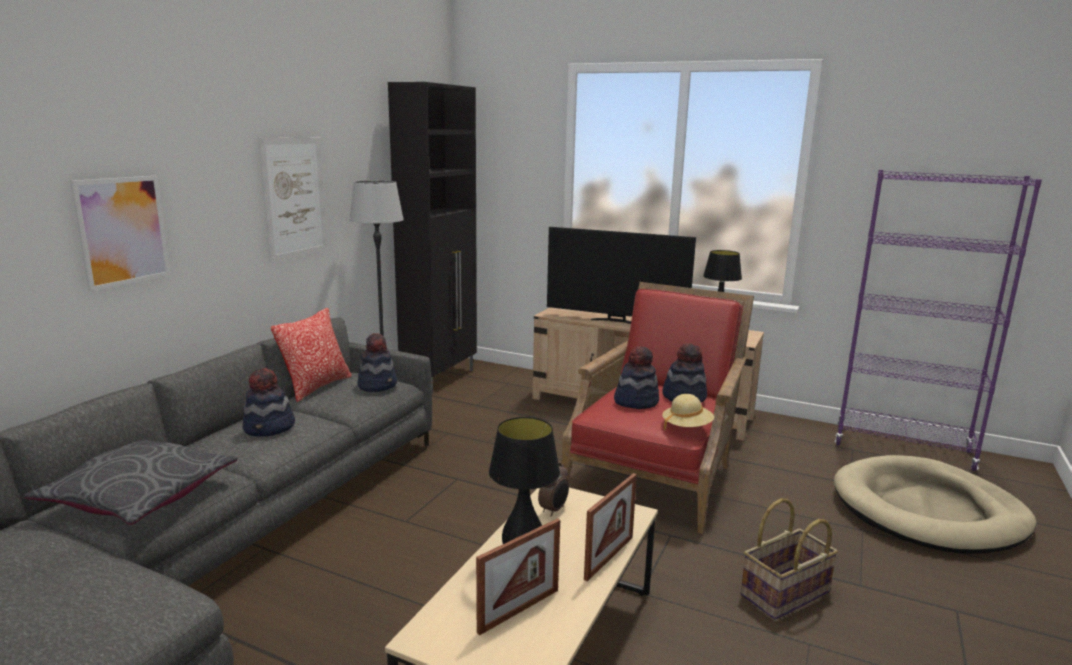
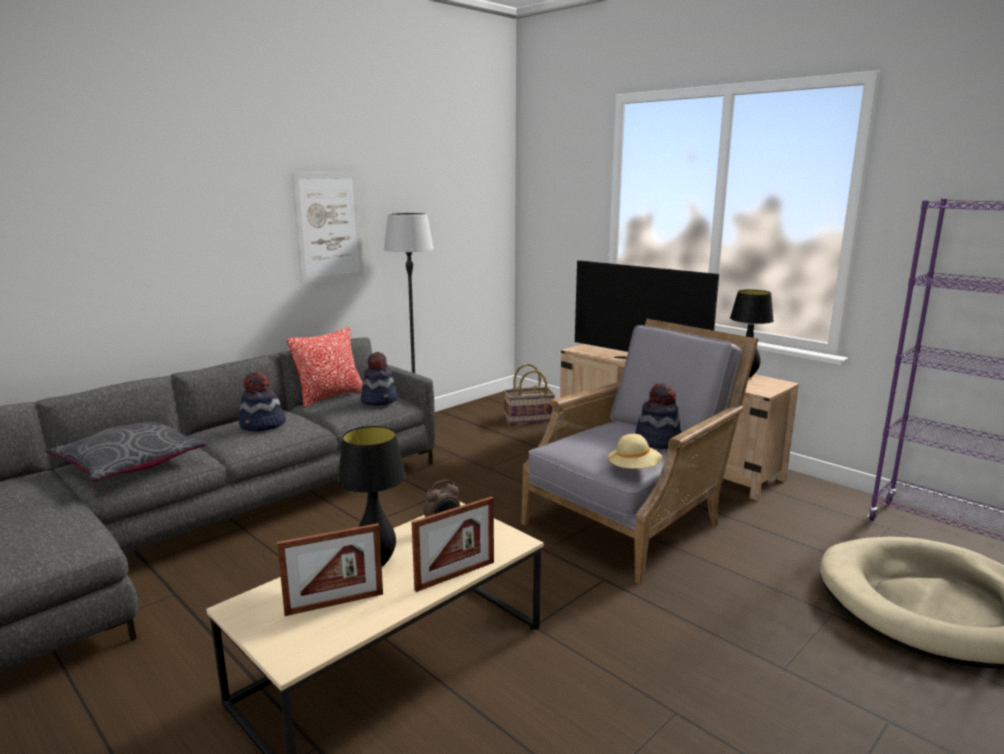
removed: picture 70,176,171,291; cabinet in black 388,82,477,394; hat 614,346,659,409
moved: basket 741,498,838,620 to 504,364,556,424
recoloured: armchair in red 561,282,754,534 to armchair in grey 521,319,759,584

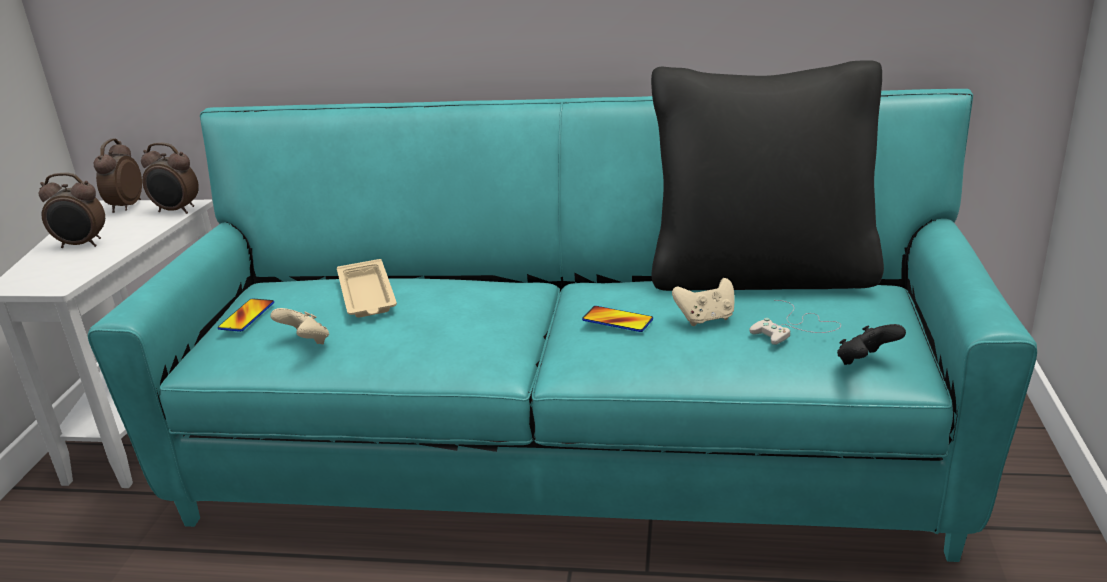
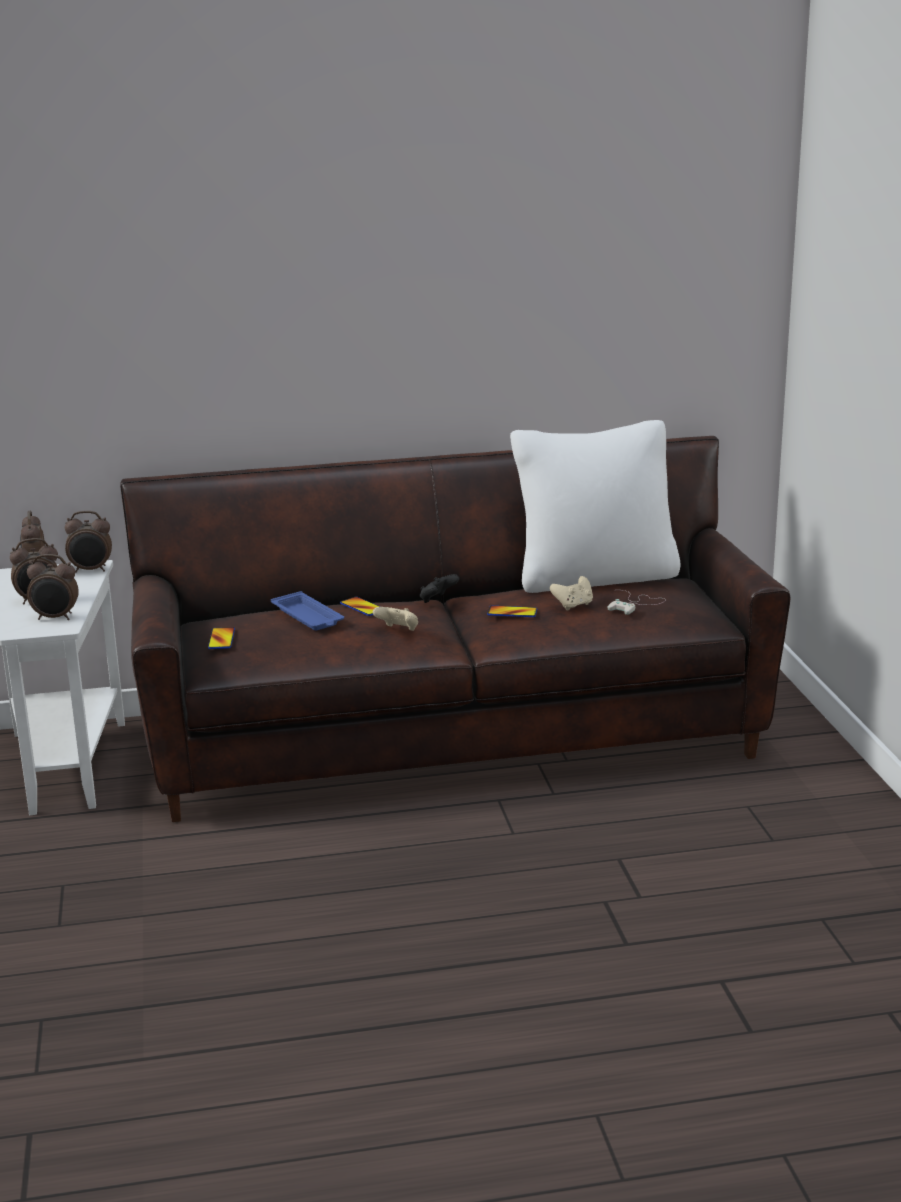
added: alarm clock 27,554,79,620; phone 340,597,380,616
moved: game controller in beige 270,308,329,344 to 373,607,418,631; game controller in black 837,324,906,365 to 420,574,459,603
recoloured: sofa in turquoise 88,89,1037,562 to sofa in brown 120,436,790,822; tray in beige 337,259,397,318 to tray in blue 271,591,344,630; pillow in black 651,60,884,291 to pillow in white 510,420,681,593

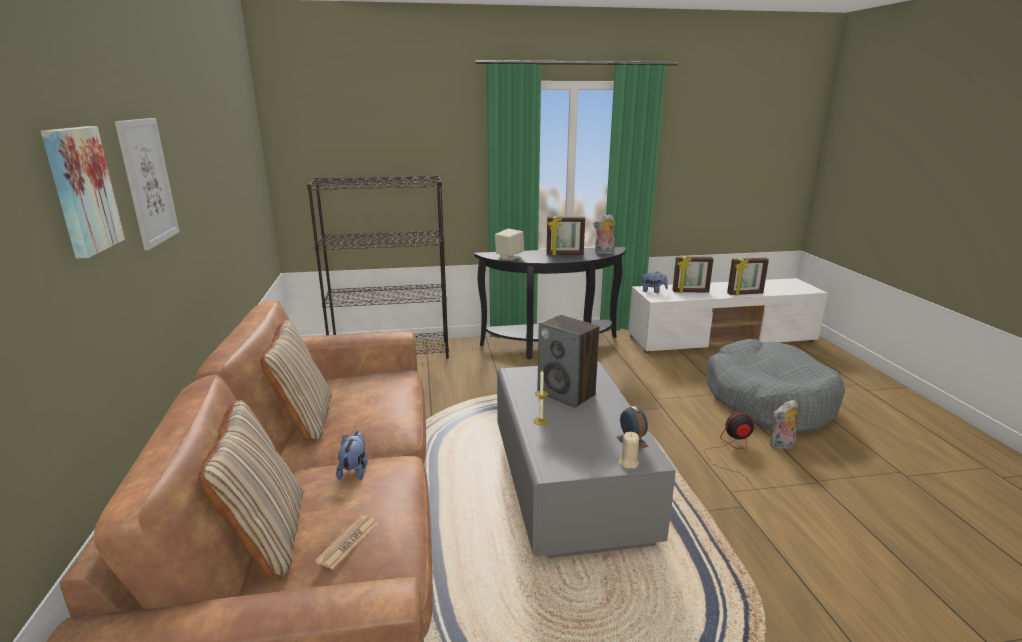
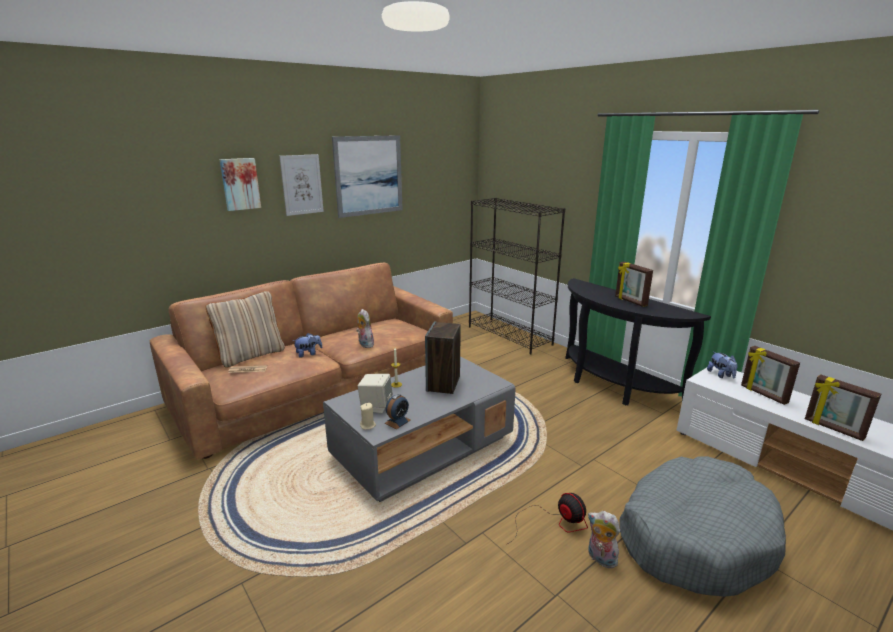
removed: pillow in beige 260,320,332,442
added: picture 332,135,402,218
moved: speaker in beige 495,229,524,260 to 358,374,393,413; plush toy 593,214,615,254 to 356,309,374,348

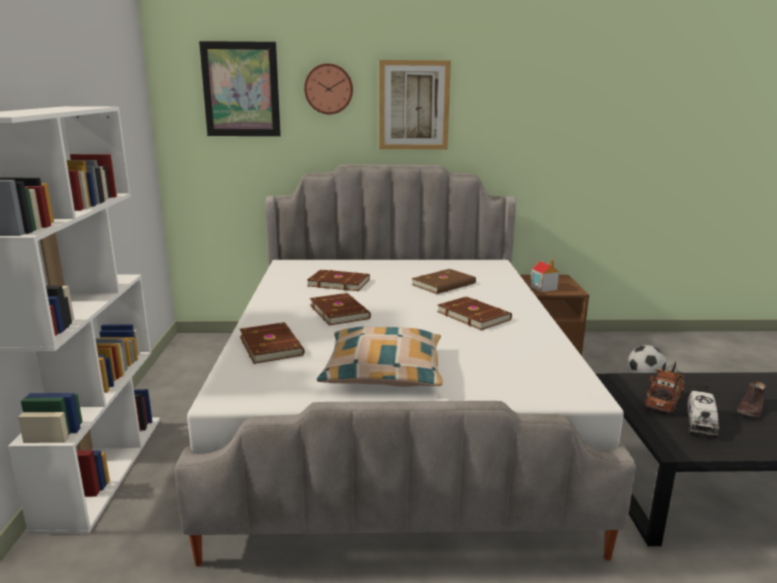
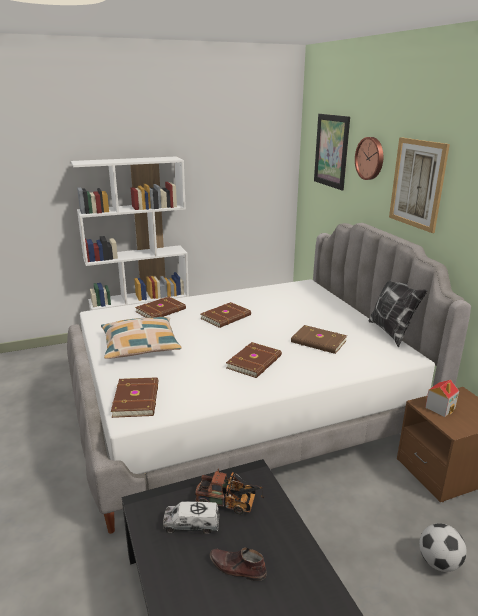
added: pillow 368,279,427,347
moved: book in brown 307,270,370,291 to 111,377,158,418

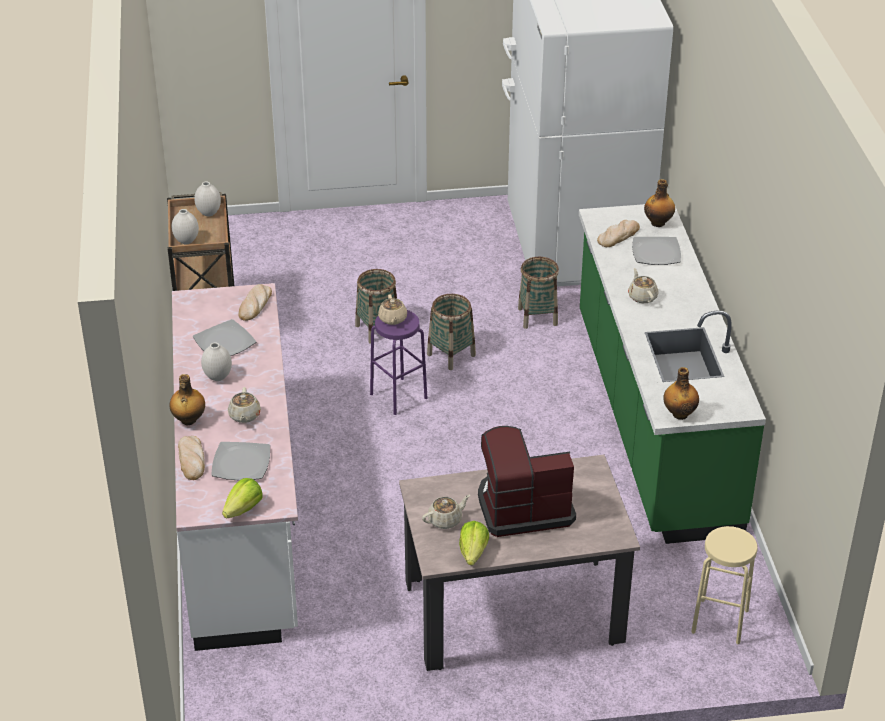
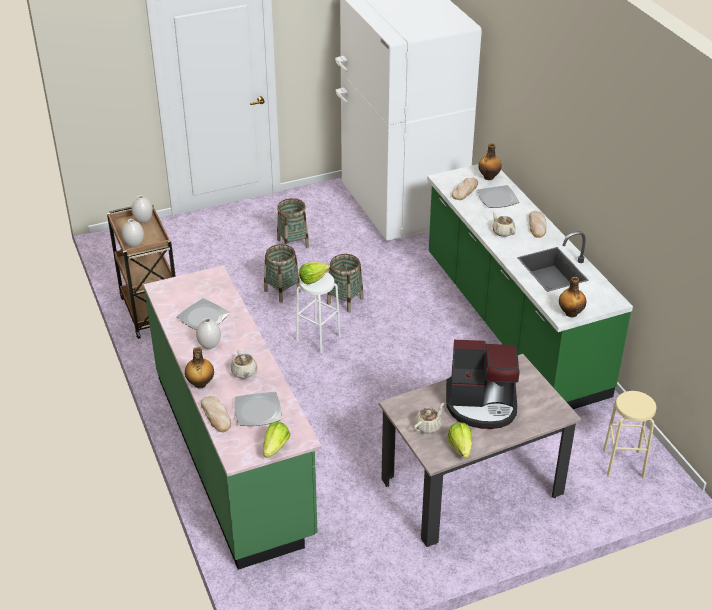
moved: bread 239,284,272,321 to 529,211,546,238; basket 518,257,559,329 to 277,198,309,248
replaced: teapot in beige 378,294,407,325 to lettuce 299,262,329,284
recoloured: counter in white 172,283,298,651 to counter in green 144,265,321,570; stool in purple 370,310,427,415 to stool in white 296,272,341,353
turned: coffee machine 478,426,576,537 = 446,340,519,429 150 degrees counterclockwise

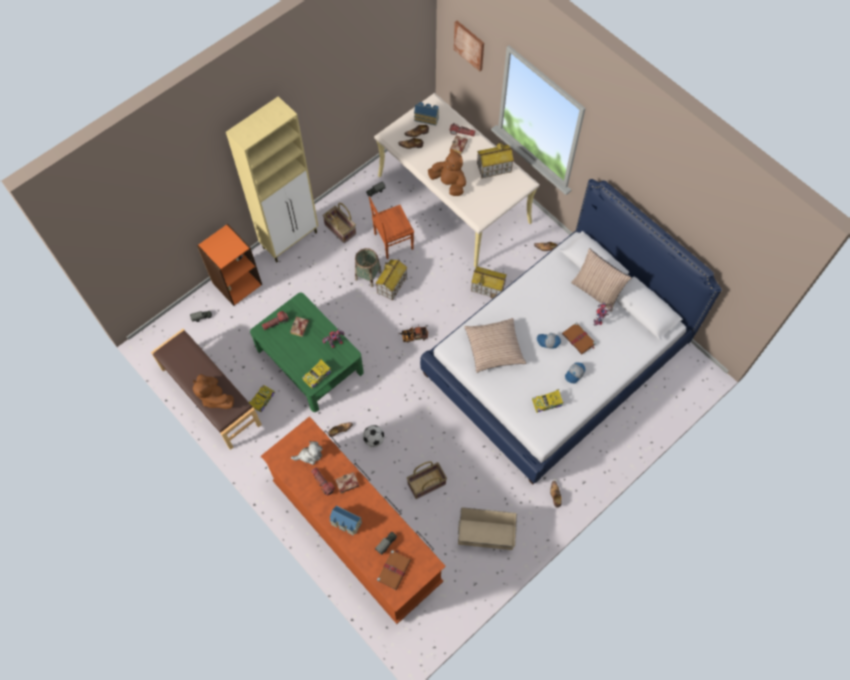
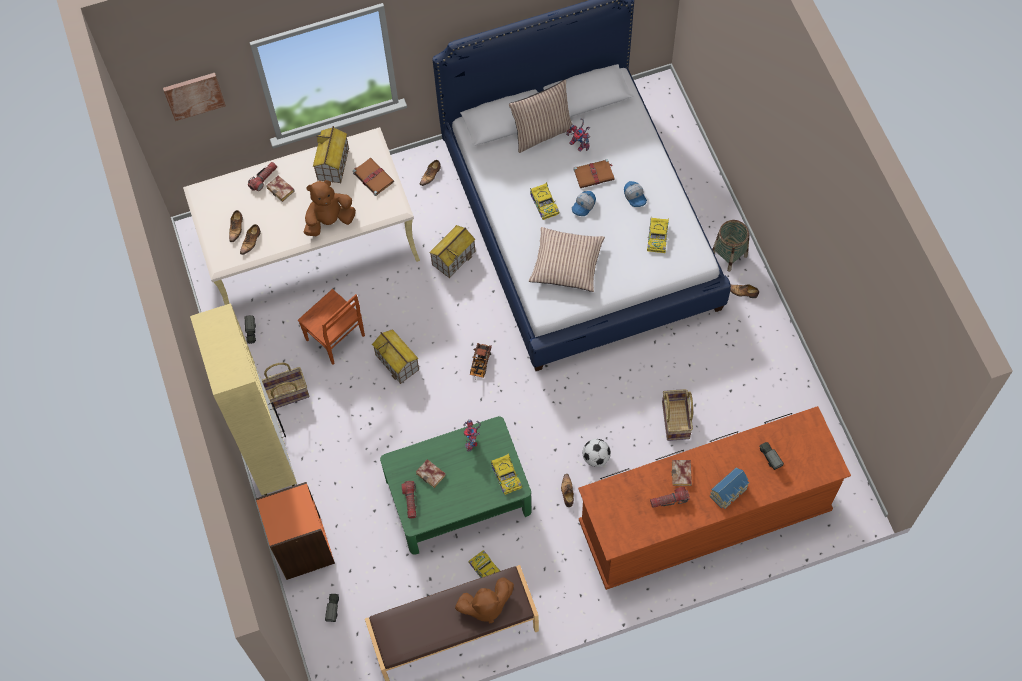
removed: plush toy 291,441,322,465; toy house 414,102,439,125; storage box in beige 458,507,517,550
added: toy car 530,182,559,220
moved: basket 355,248,382,287 to 712,220,749,272; book in brown 377,550,411,590 to 353,158,394,196
turned: chair in brown 369,196,414,259 = 298,289,365,365 45 degrees counterclockwise

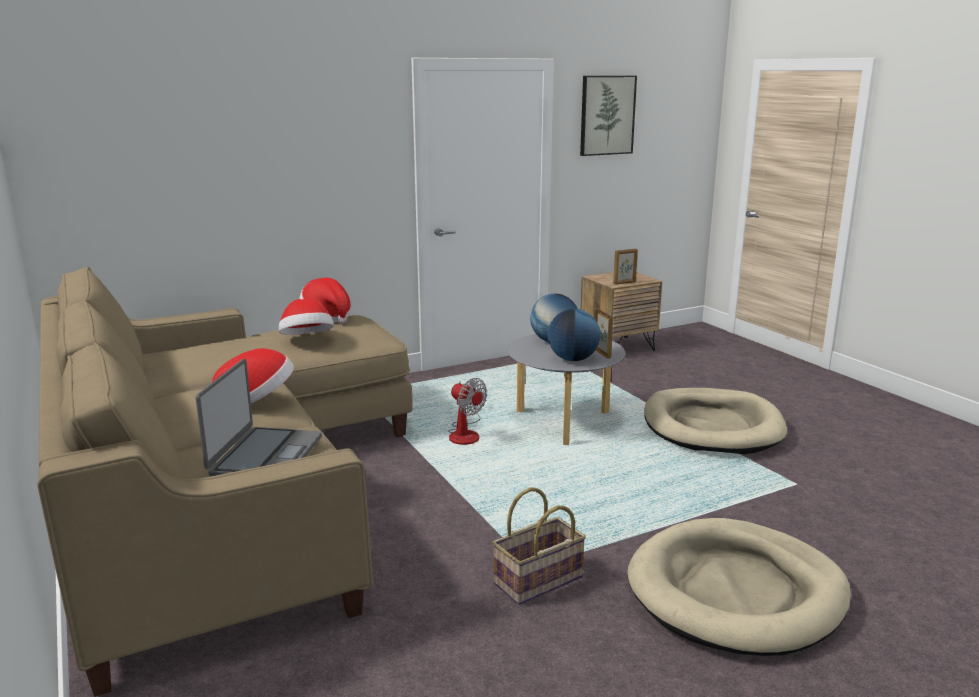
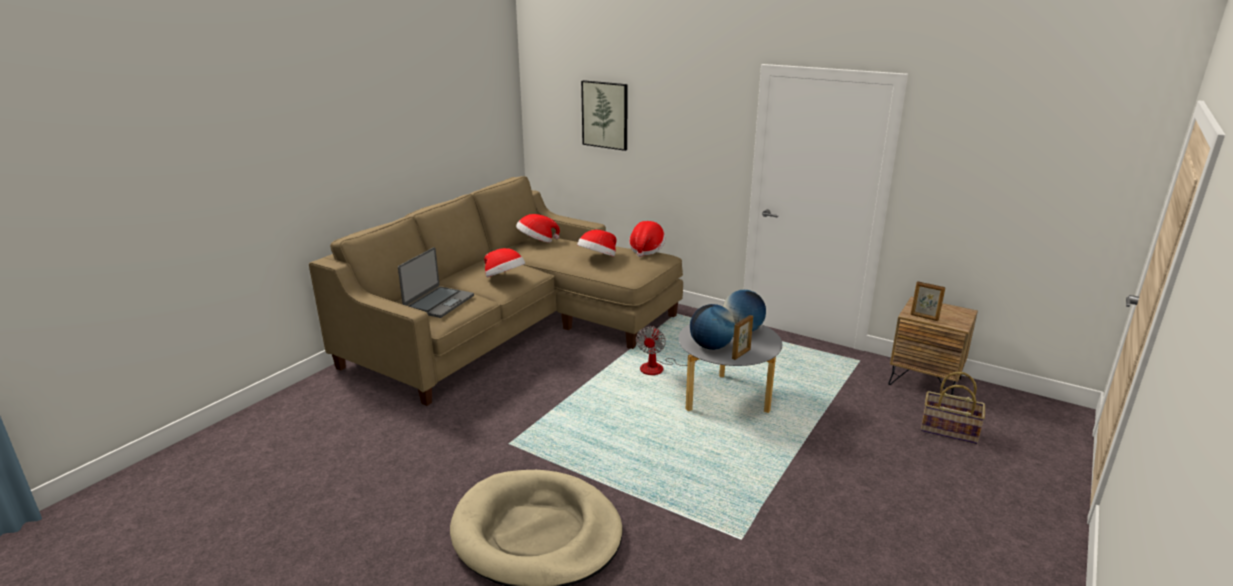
removed: dog bed in beige 644,388,787,454
added: hat 516,214,560,242
moved: basket 492,488,586,605 to 921,372,985,444; picture 580,76,637,156 to 581,80,628,151
turned: laptop 196,359,322,476 = 398,247,474,318 45 degrees counterclockwise

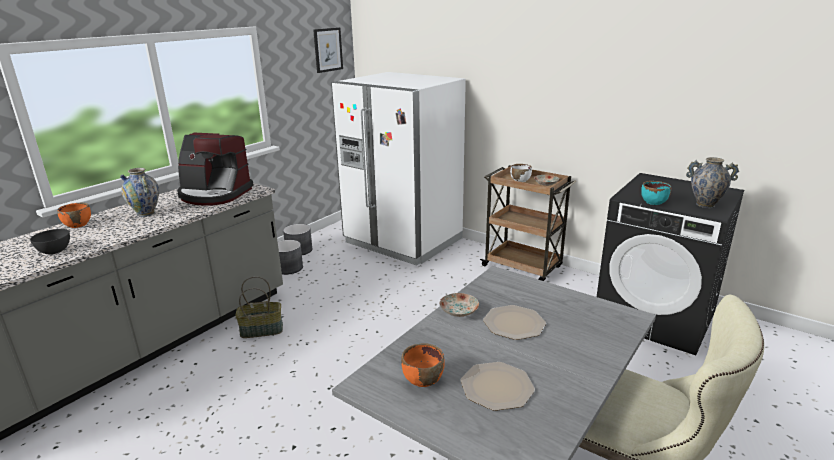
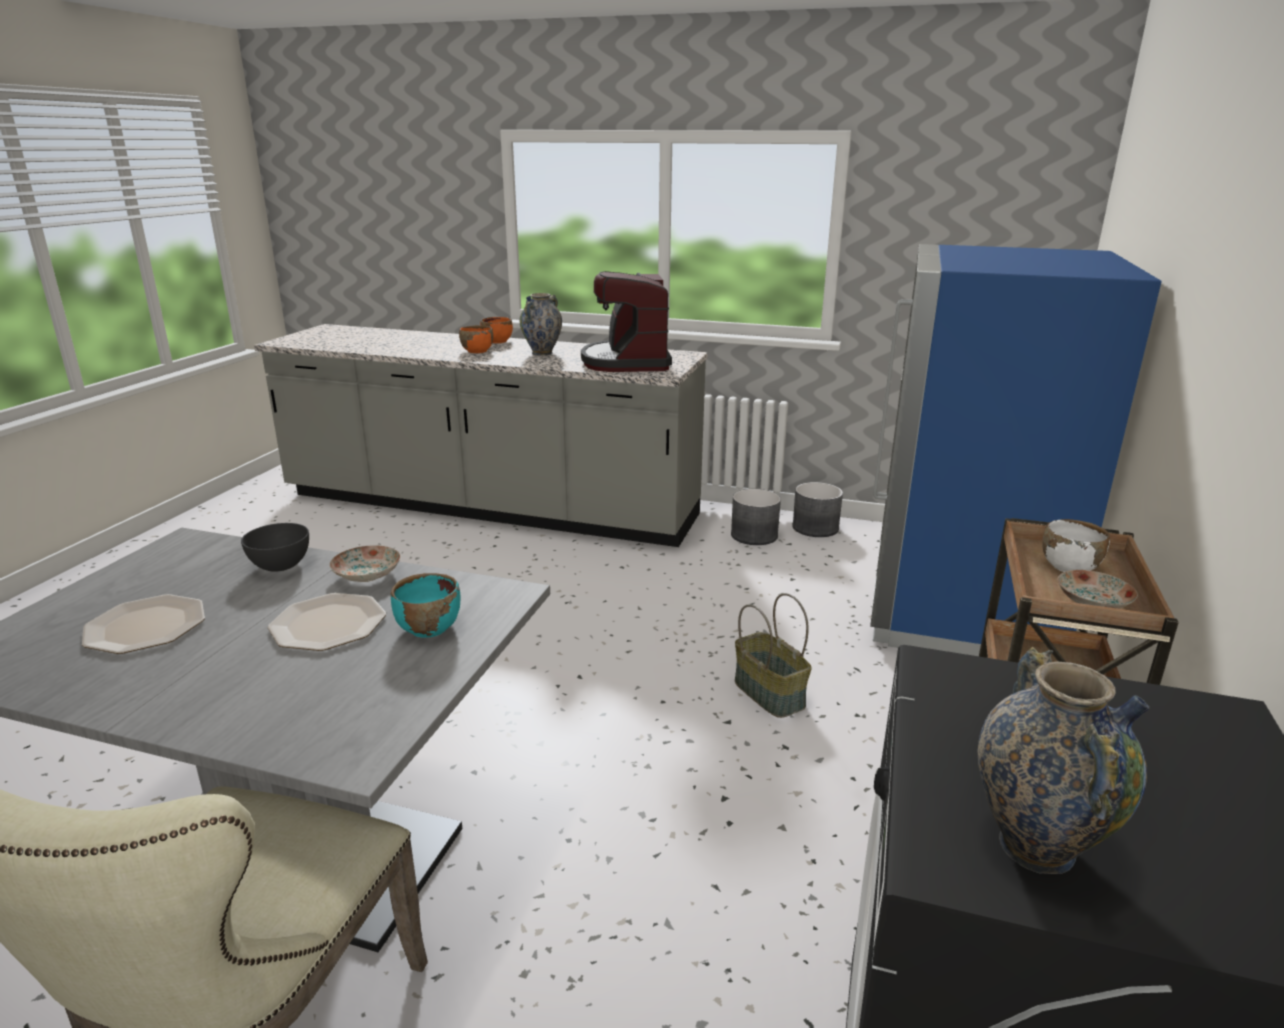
removed: picture 313,27,343,73
moved: bowl in grey 30,229,70,254 to 241,523,309,572; basket 235,276,283,338 to 735,593,812,718; bowl in orange 401,344,445,387 to 459,325,493,353; bowl in turquoise 641,181,671,205 to 391,573,460,638
recoloured: fridge in white 331,72,466,266 to fridge in blue 870,244,1162,656

